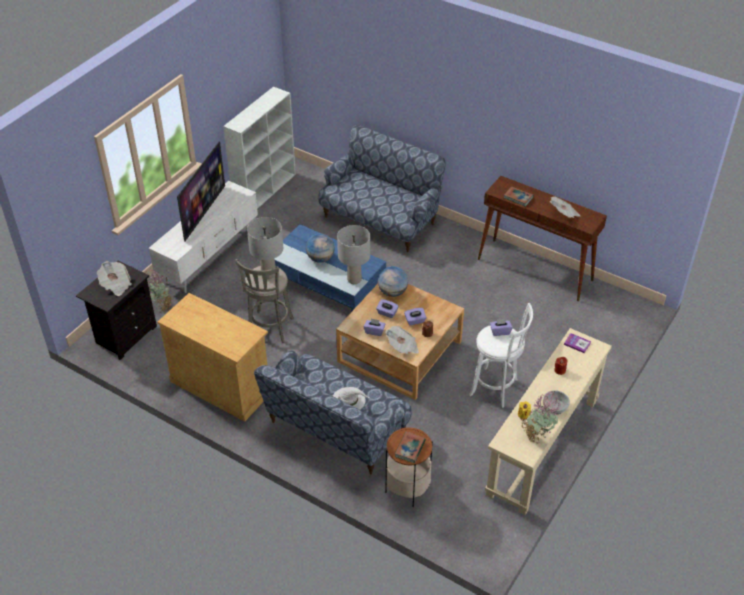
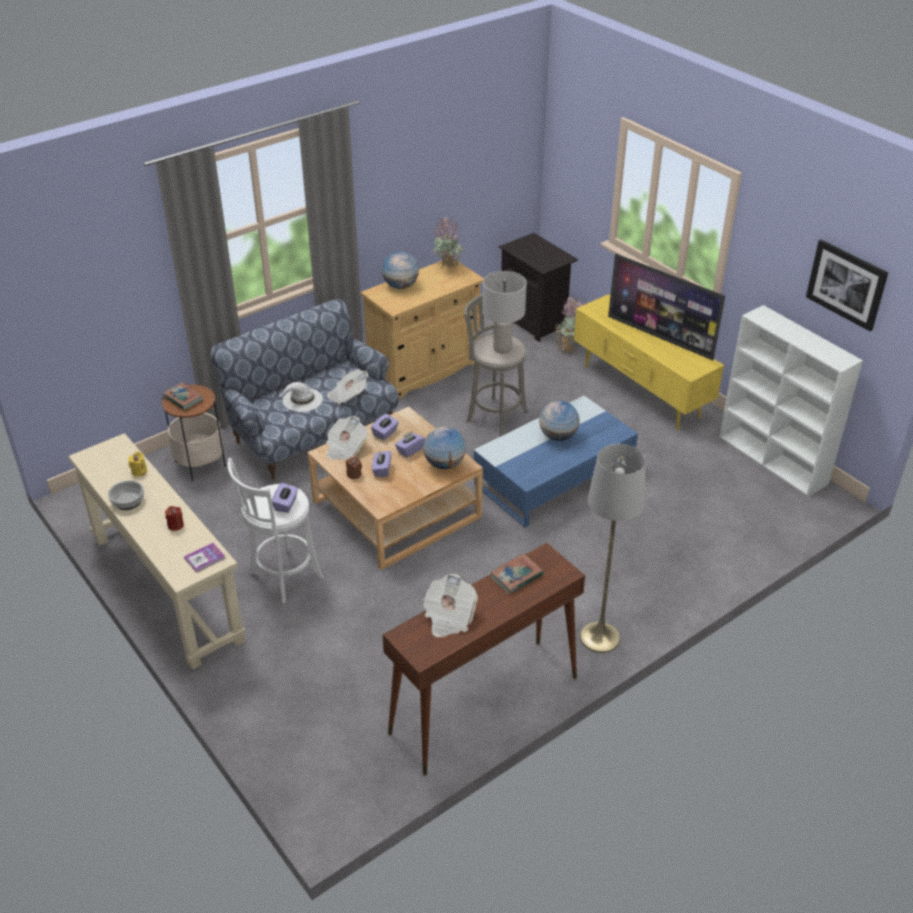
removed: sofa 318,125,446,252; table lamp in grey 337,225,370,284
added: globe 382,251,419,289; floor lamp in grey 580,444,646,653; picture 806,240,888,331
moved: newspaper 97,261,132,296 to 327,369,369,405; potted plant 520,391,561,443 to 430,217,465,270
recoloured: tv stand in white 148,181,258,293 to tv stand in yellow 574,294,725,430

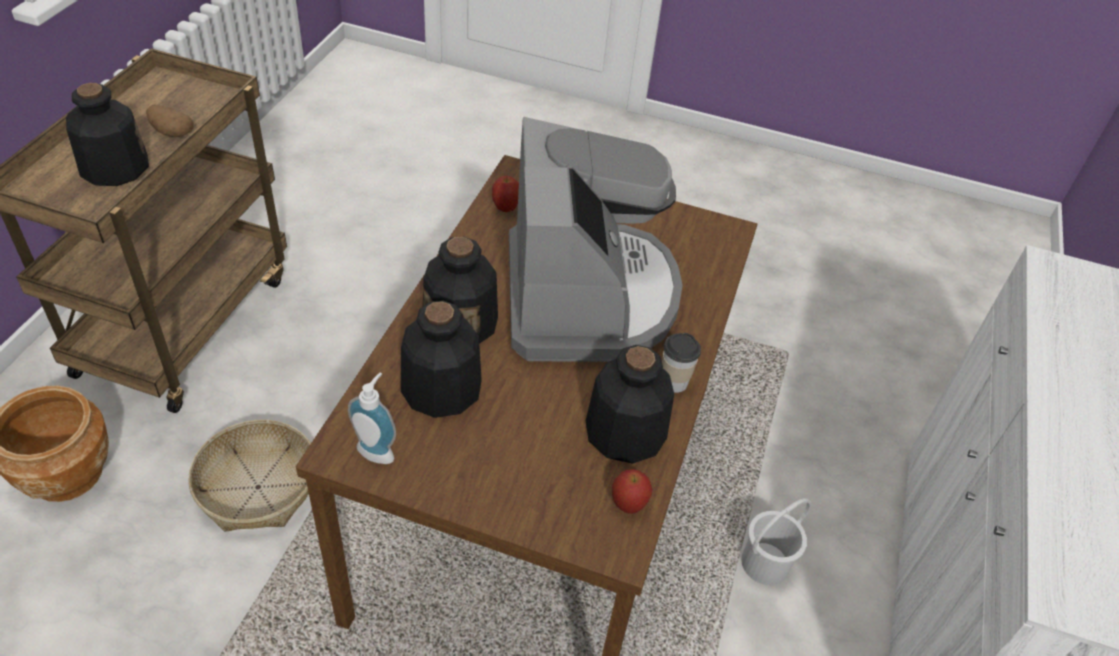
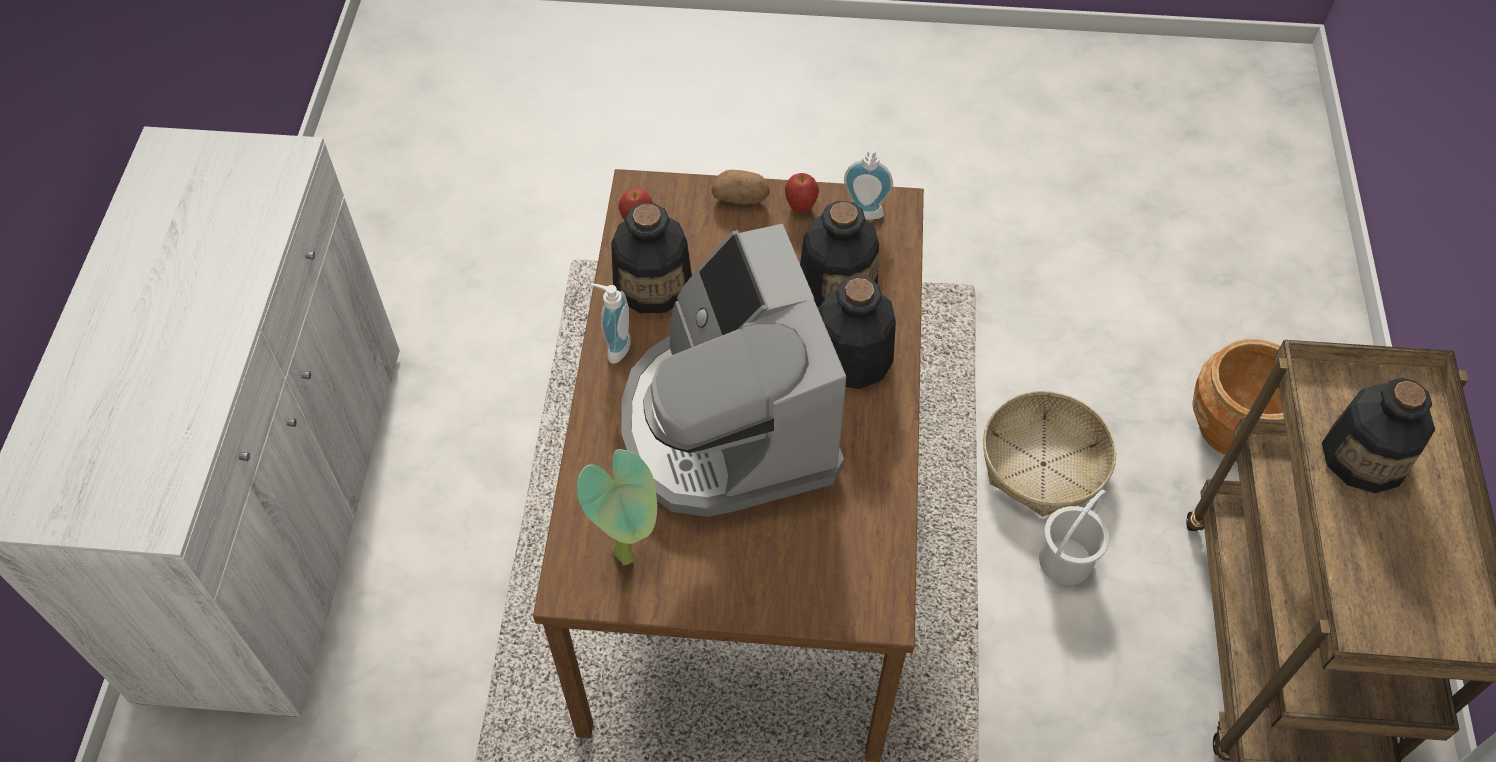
added: potted plant 577,449,657,565
moved: potato 146,105,194,137 to 712,170,770,204; apple 492,176,519,212 to 785,173,819,212; bucket in white 741,498,811,585 to 1039,490,1109,585
replaced: cup 662,333,701,393 to soap dispenser 591,283,631,363

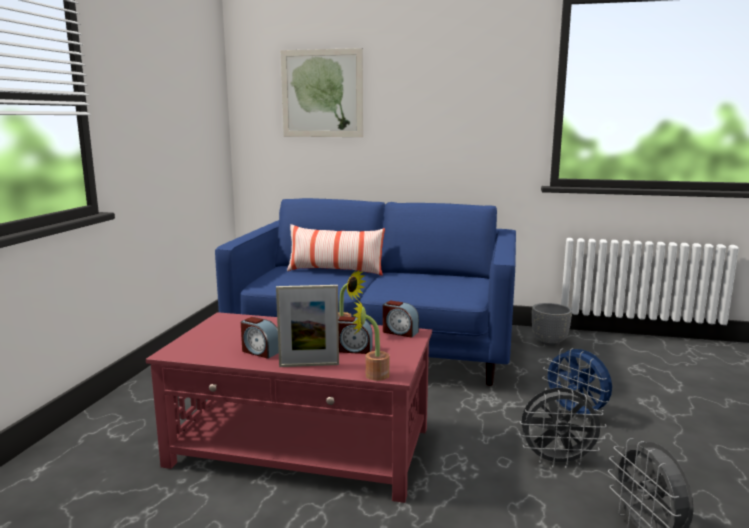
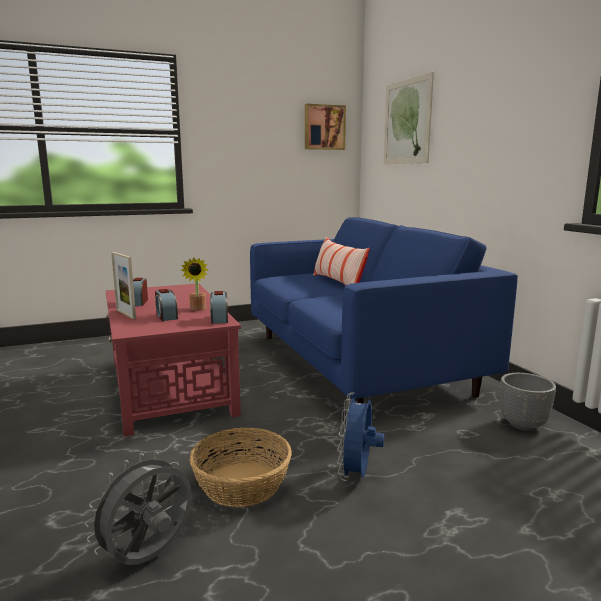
removed: potted plant 353,299,390,381
added: picture 305,104,346,150
replaced: fan in grey 519,388,607,469 to basket 189,428,292,507

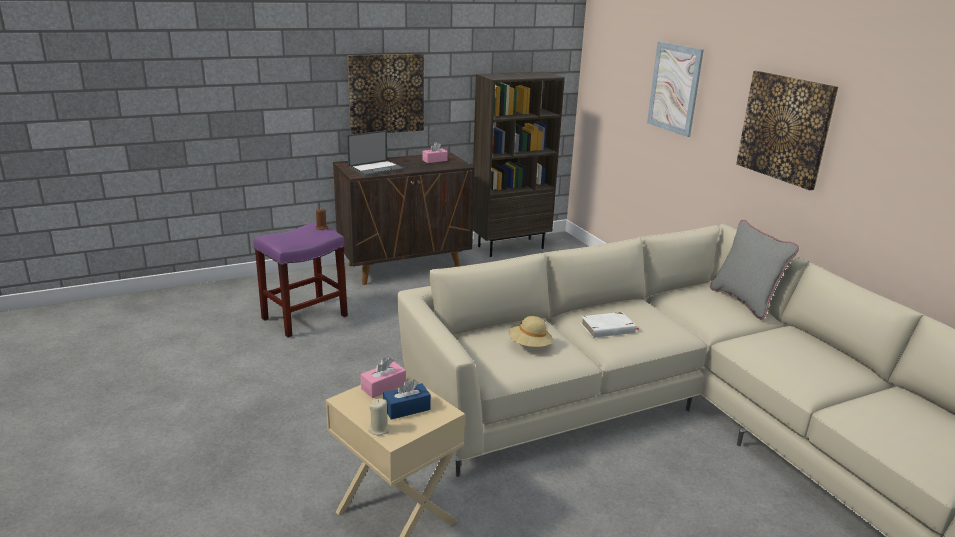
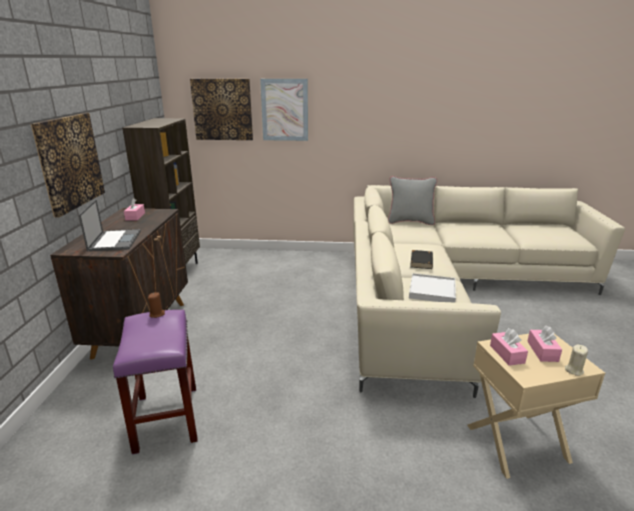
moved: picture 736,71,838,190 to 190,79,253,140
replaced: hat in beige 508,316,553,347 to tray in white 409,273,456,302
recoloured: tissue box in blue 383,379,431,420 to tissue box in pink 527,326,562,362; book in white 581,312,639,338 to book in black 410,250,433,269

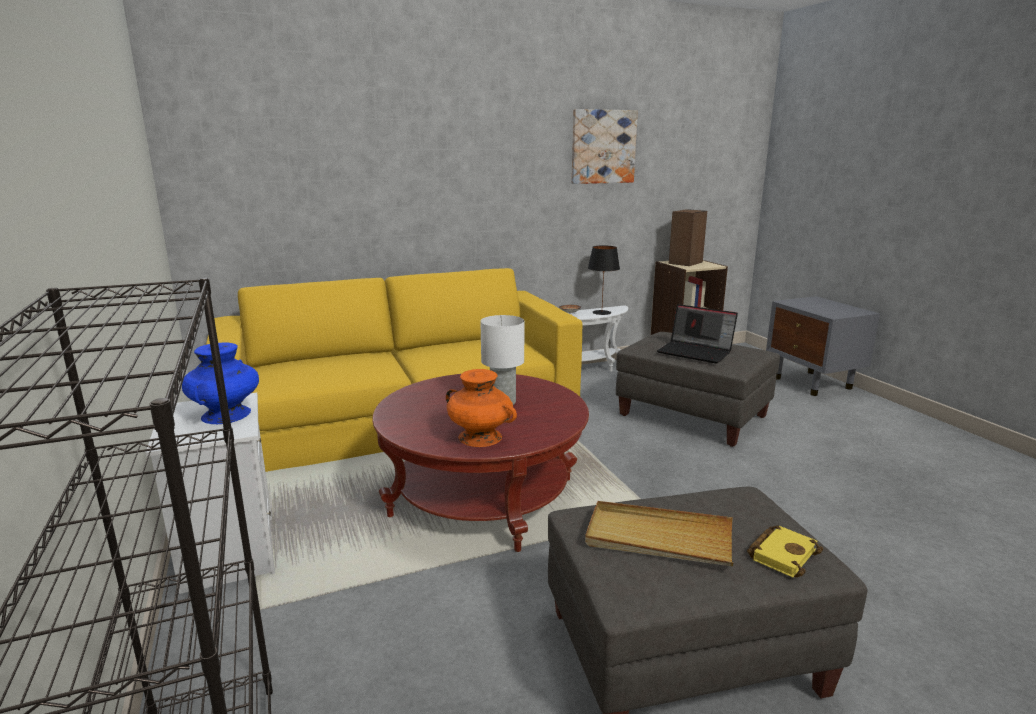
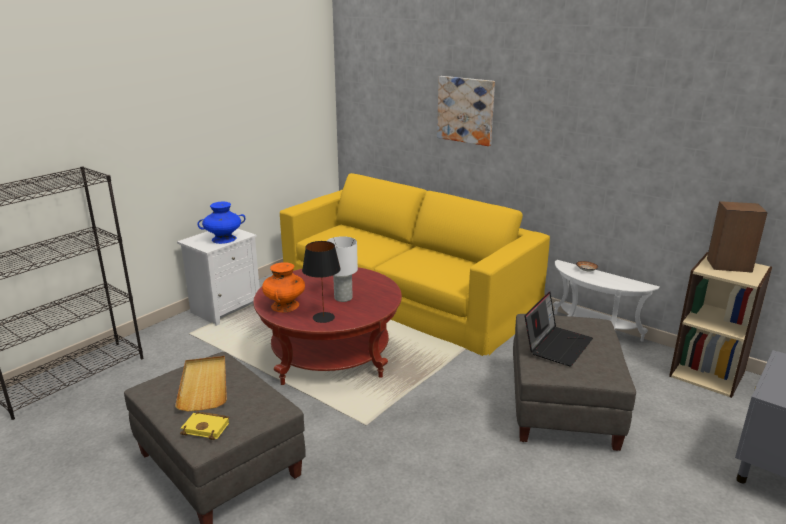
moved: picture 571,109,638,184 to 437,76,495,146; table lamp in black 588,246,620,315 to 302,241,341,323
turned: laptop 657,304,738,364 = 525,292,593,367 150 degrees counterclockwise

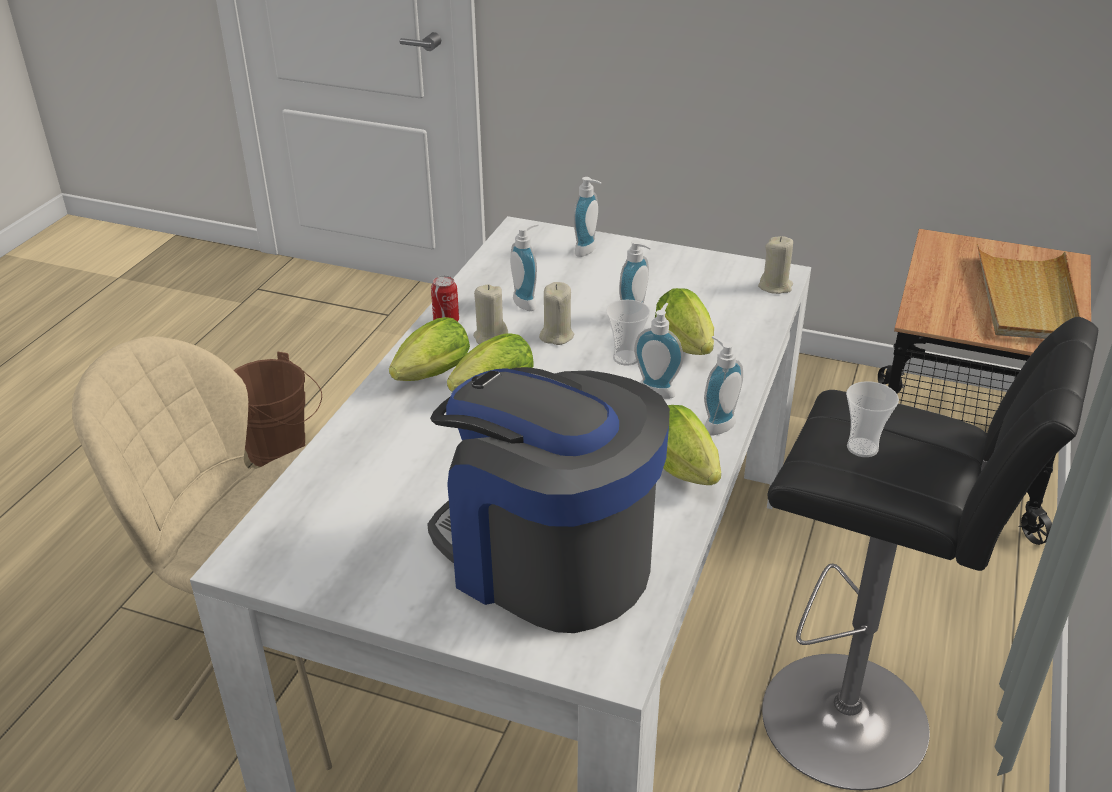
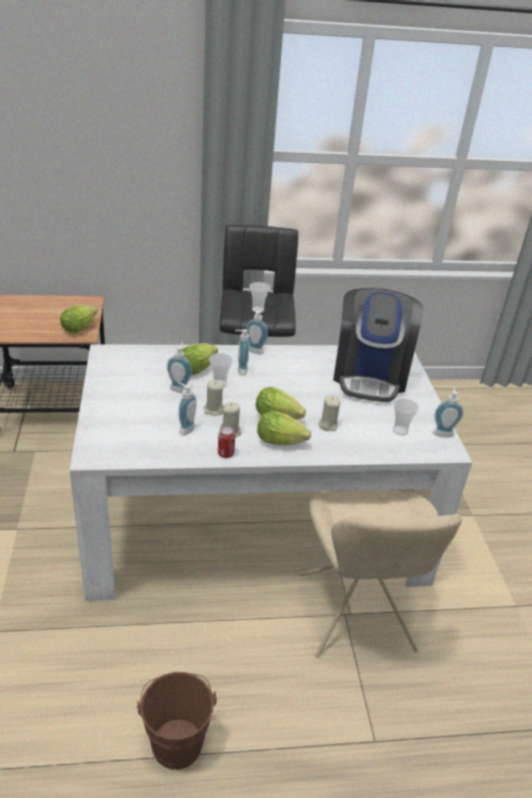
removed: tray in beige 977,244,1080,339
added: cup 393,398,419,436
moved: soap dispenser 574,177,601,257 to 433,387,463,438; lettuce 663,405,721,485 to 60,305,97,333; candle in beige 758,236,793,294 to 318,395,340,431

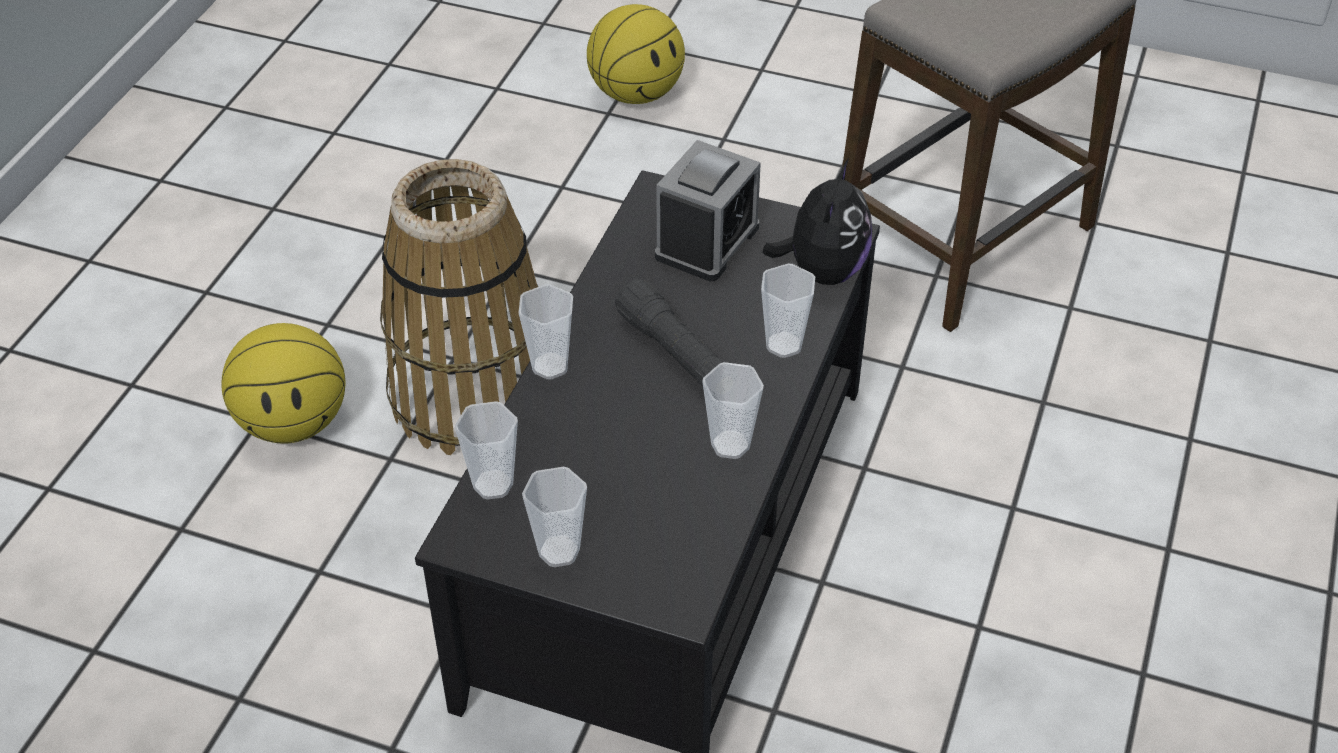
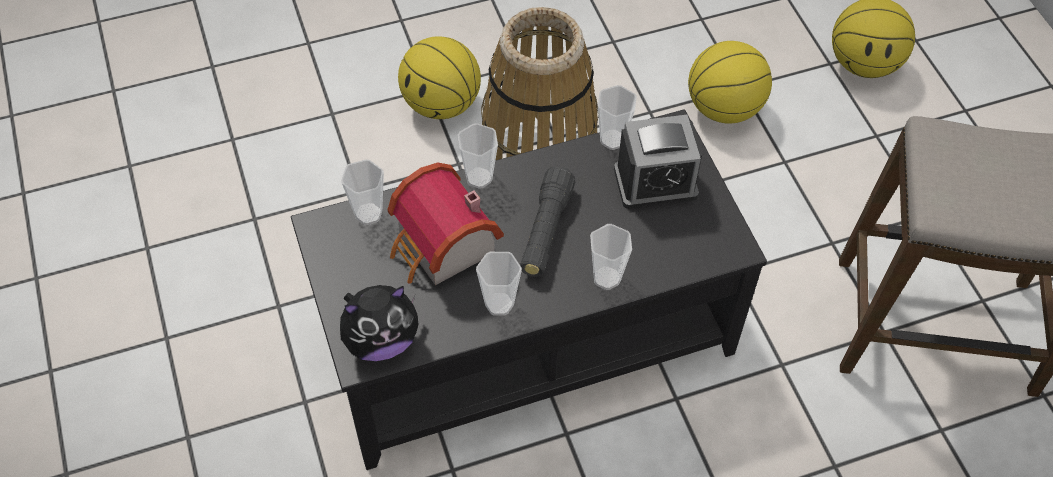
added: toy house 387,162,504,285; basketball 688,41,772,124
moved: cup 522,467,587,567 to 598,85,637,150; plush toy 762,159,872,285 to 340,285,418,361

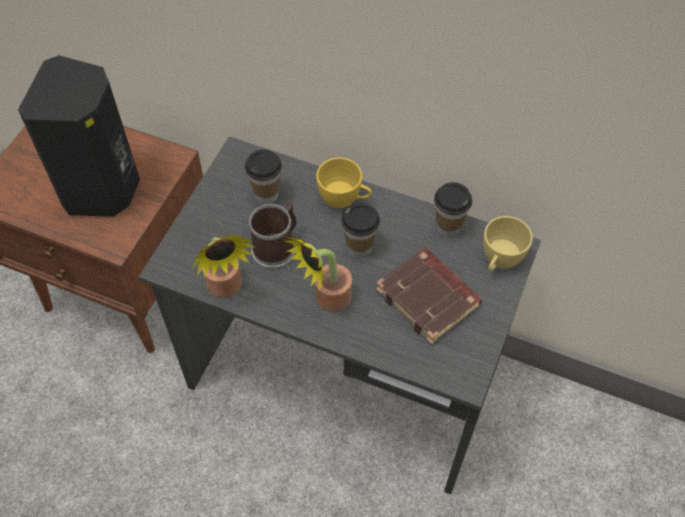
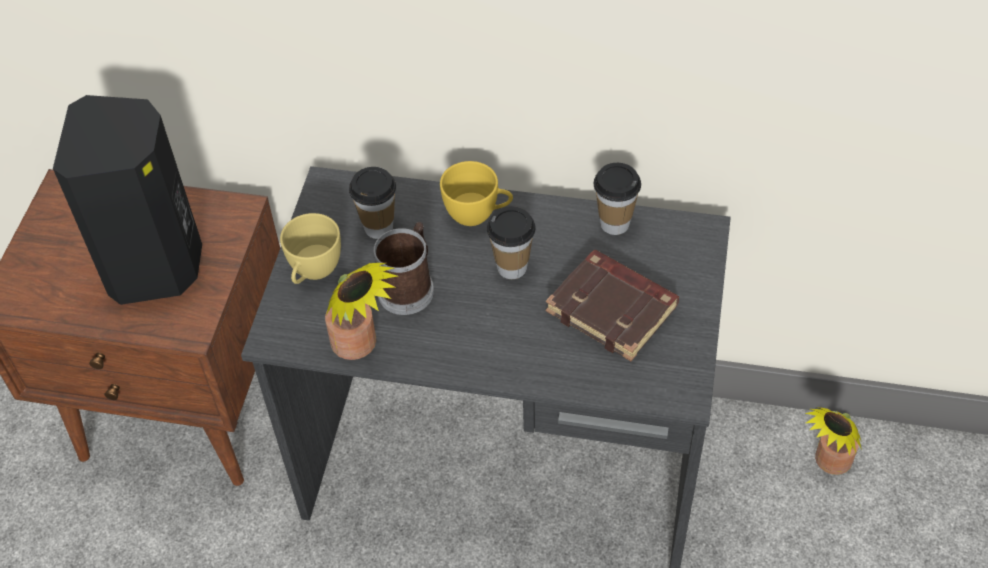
moved: potted plant 285,236,352,312 to 805,407,862,475; cup in yellow 483,216,533,271 to 280,213,341,284

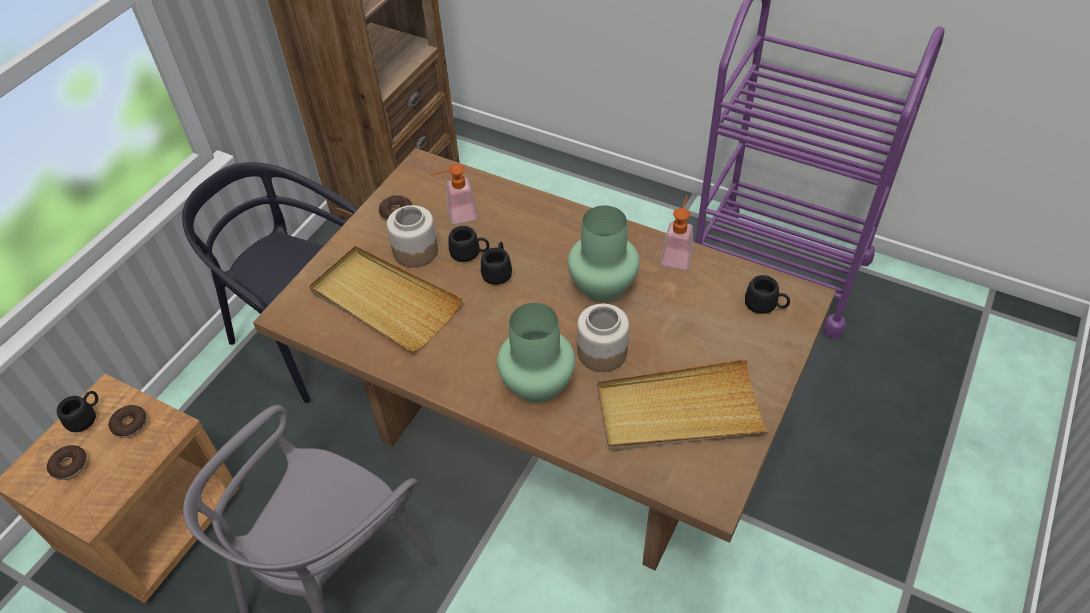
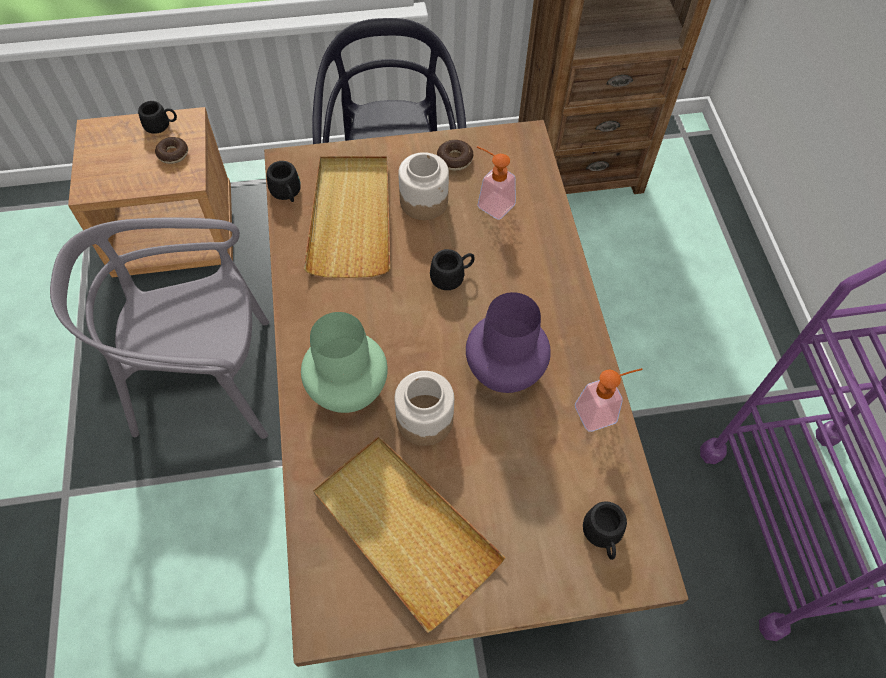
removed: donut 47,445,88,480
moved: mug in black 449,226,489,262 to 266,161,301,202
recoloured: vase in green 568,205,640,302 to vase in purple 466,292,551,393

